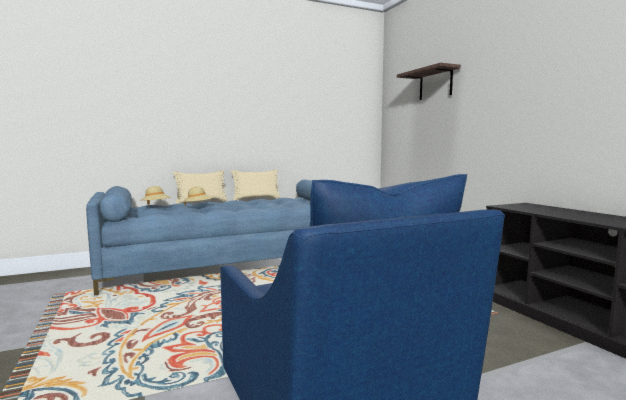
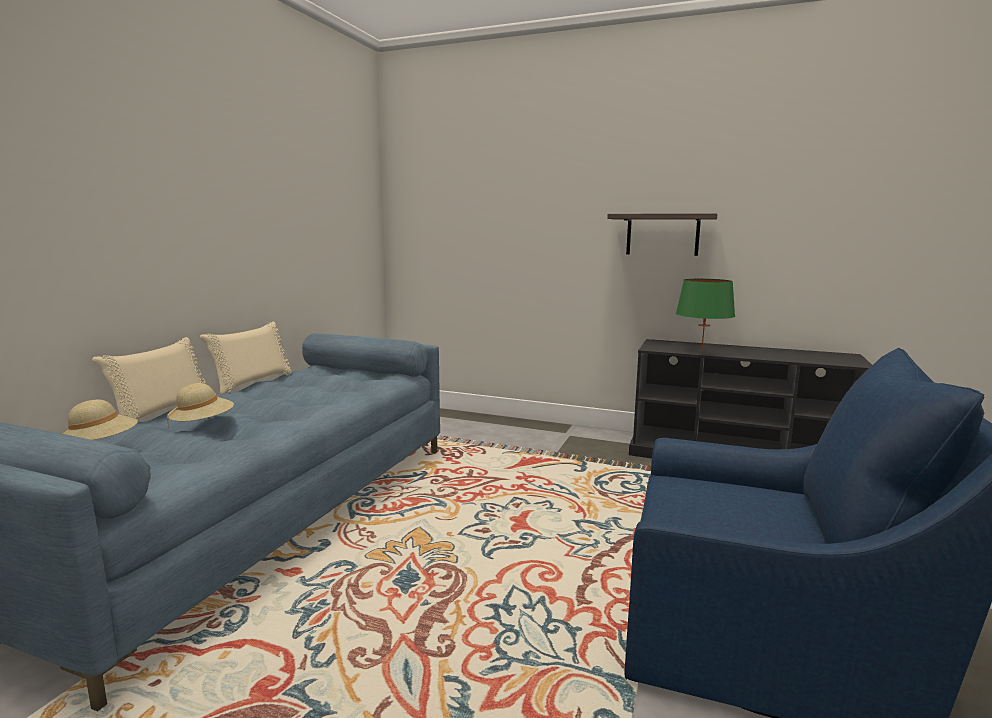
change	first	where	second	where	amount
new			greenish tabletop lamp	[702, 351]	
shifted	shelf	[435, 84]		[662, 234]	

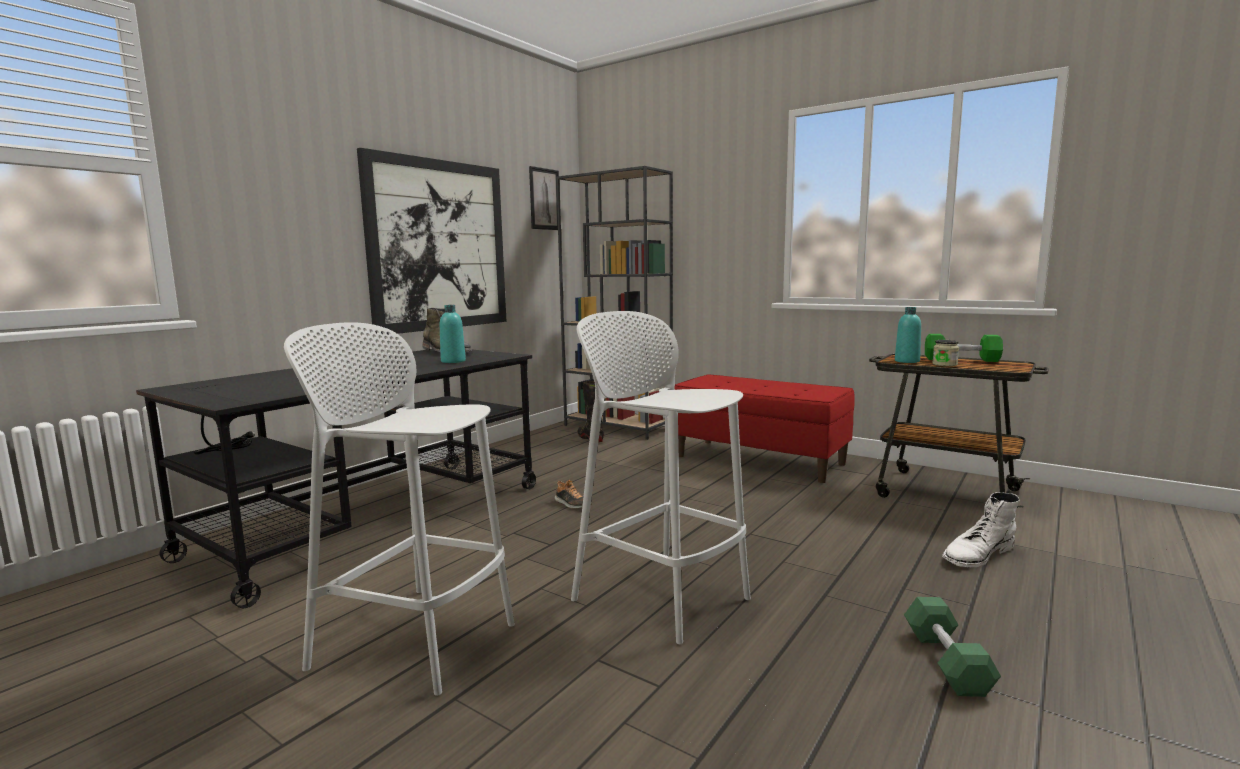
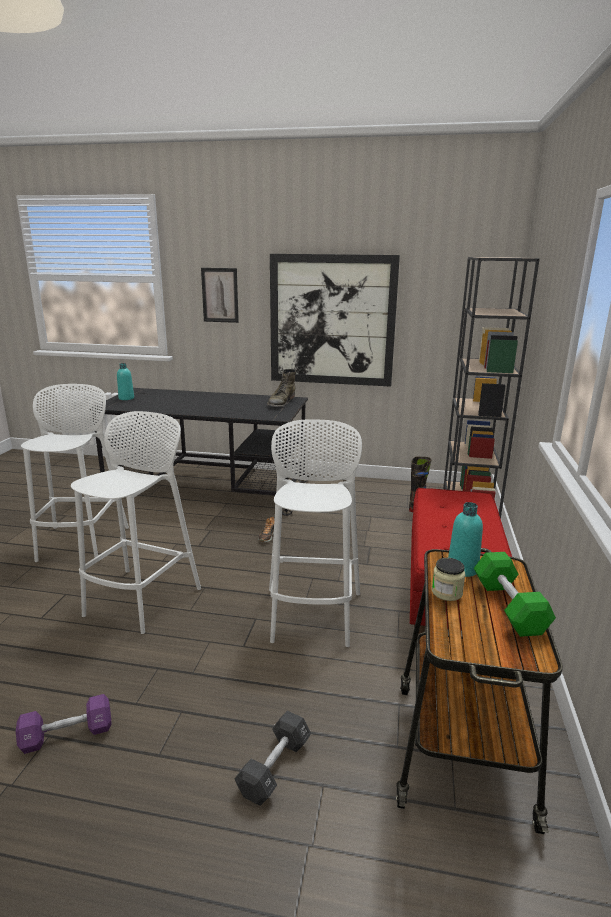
change	first	where	second	where	amount
new			white sitting stool	[312, 614]	
shifted	turquoise drink bottle	[453, 361]		[126, 398]	
shifted	picture	[544, 199]		[220, 295]	
swapped	white high-top boot	[977, 554]	black-coloured dumbbell	[274, 767]	
repainted	greenish dumbbell	[946, 662]	purplish dumbbell	[67, 735]	

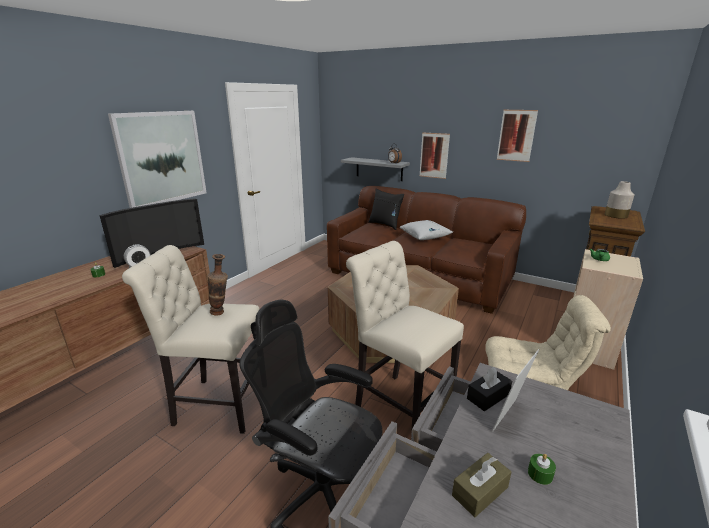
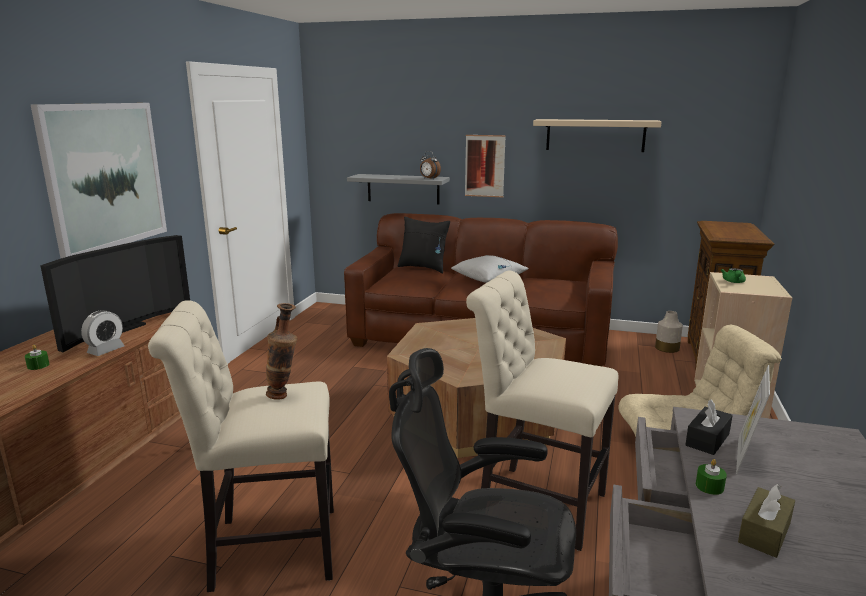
change	first	where	second	where	amount
shifted	greenish candle	[540, 474]		[709, 486]	
shifted	sand-coloured flower vase	[616, 215]		[667, 348]	
swapped	picture	[516, 135]	sand-coloured shelf	[595, 135]	

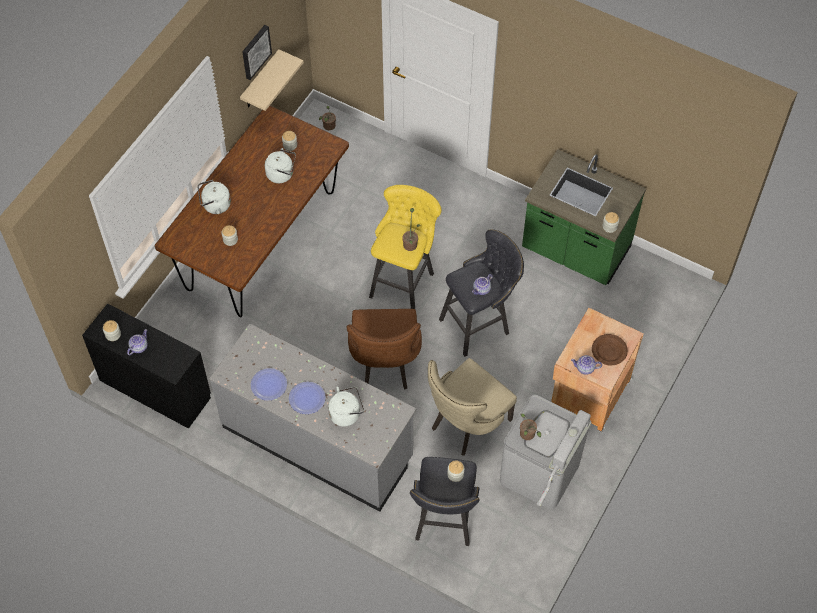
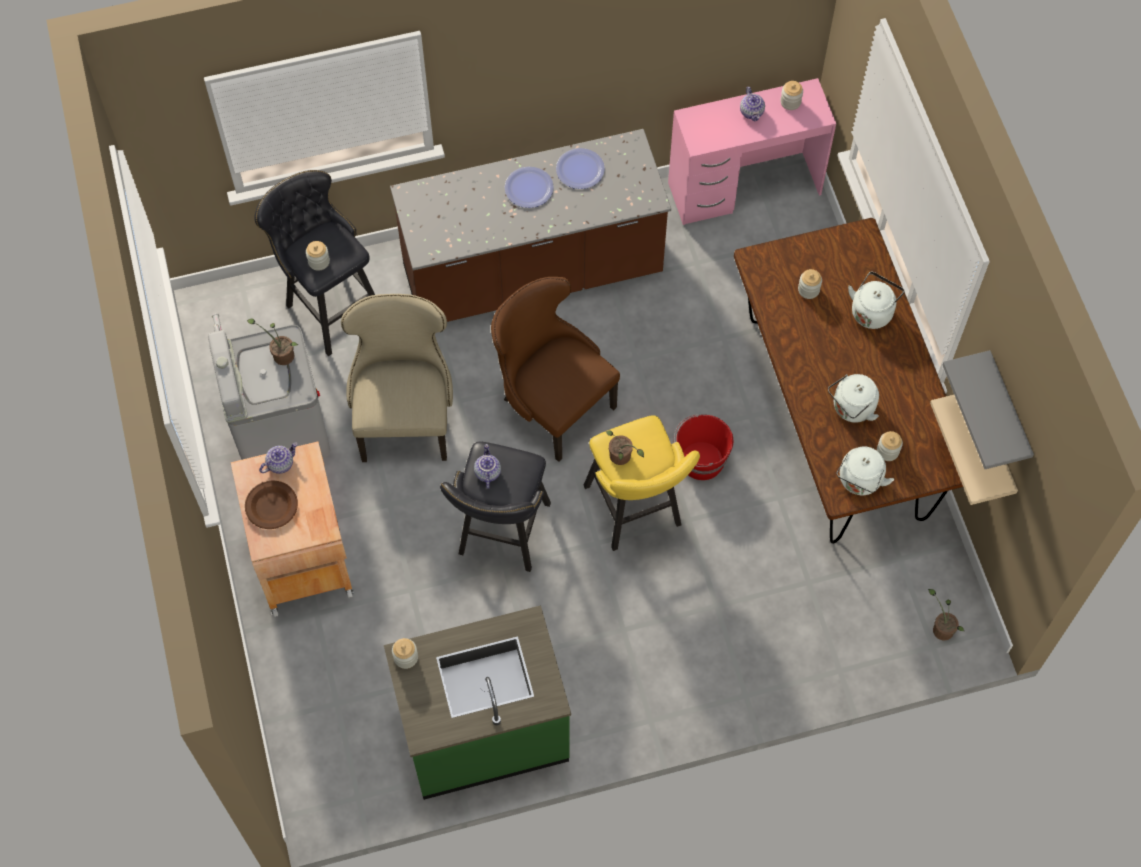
change	first	where	second	where	amount
new			red-coloured bucket	[701, 461]	
shifted	white kettle	[346, 413]		[859, 481]	
swapped	picture	[255, 51]	gray shelf	[1007, 411]	
repainted	black-coloured desk table	[155, 389]	pink-coloured desk table	[744, 188]	
repainted	gray kitchen base unit	[318, 442]	brown-coloured kitchen base unit	[532, 274]	

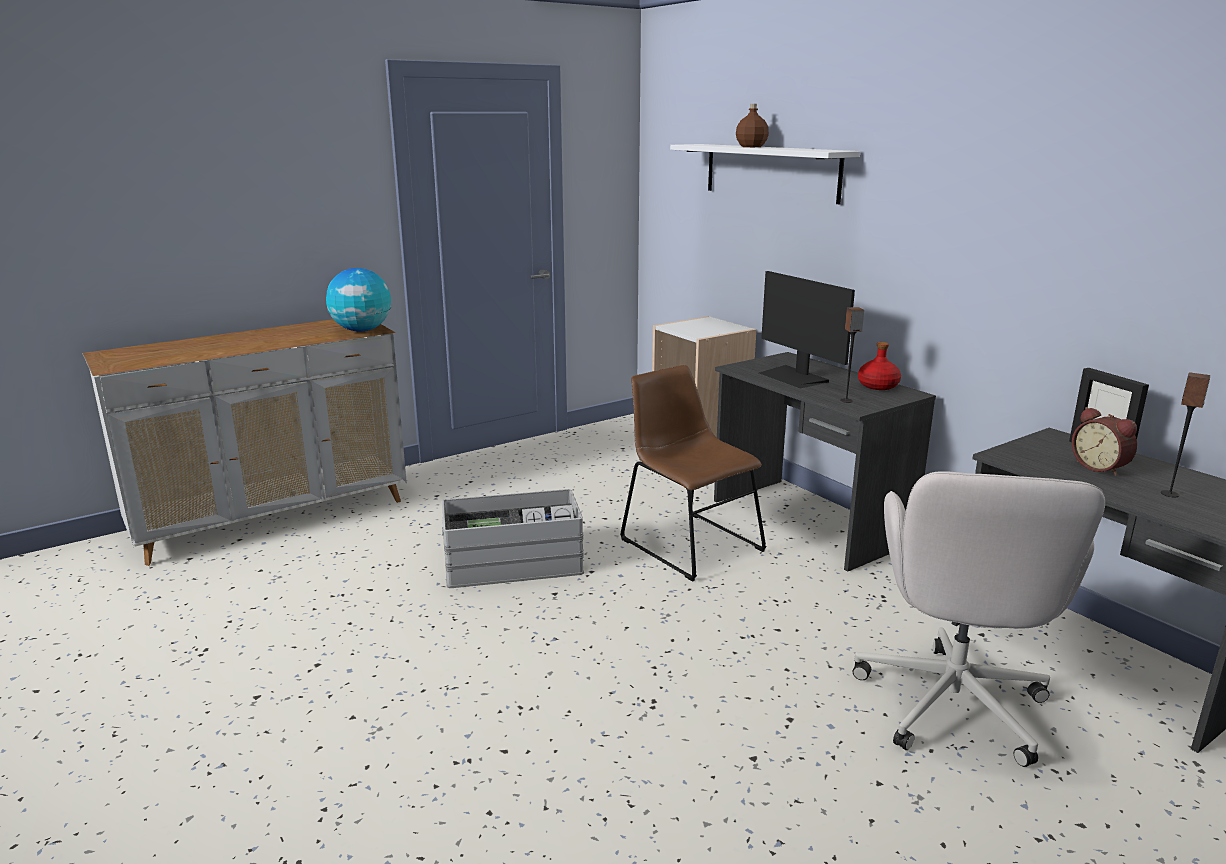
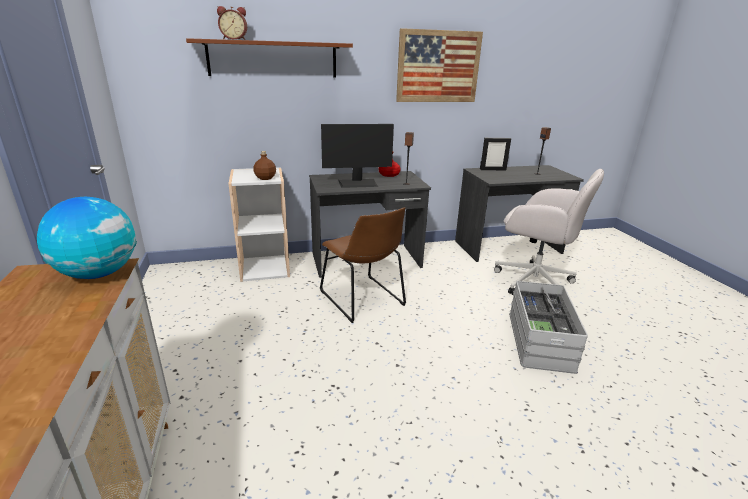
change	first	where	second	where	amount
new			picture	[438, 67]	
shifted	gray storage bin	[513, 562]		[539, 340]	
shifted	brown-coloured drink bottle	[751, 147]		[265, 178]	
shifted	table clock	[1100, 467]		[234, 39]	
repainted	white shelf	[770, 172]	brown-coloured shelf	[273, 59]	
rotated	brown-coloured upright chair	[687, 542]		[363, 300]	105 degrees counterclockwise

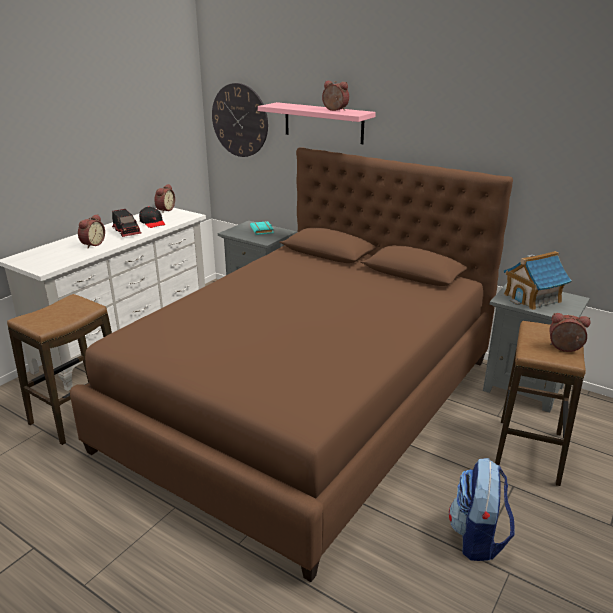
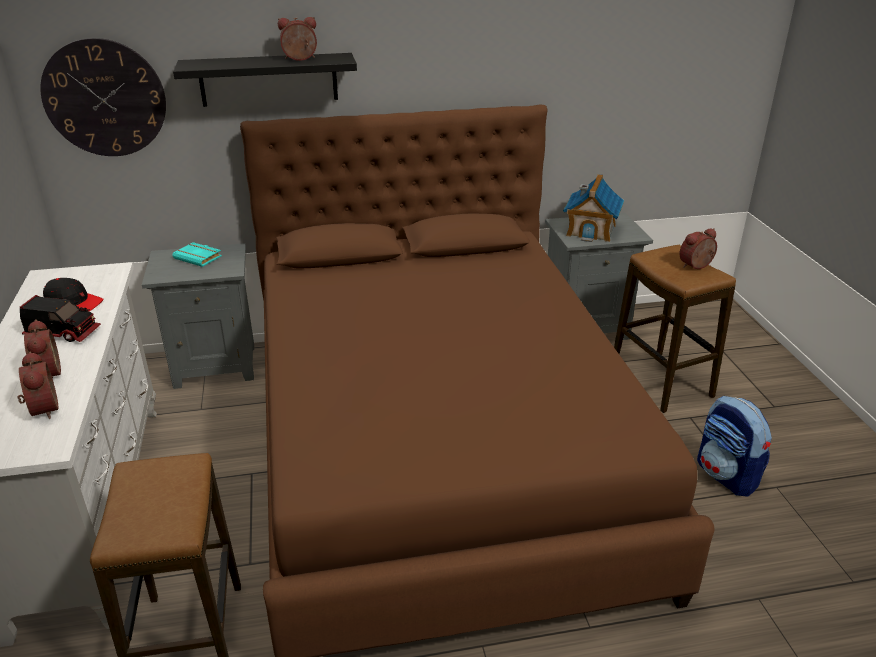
change	first	where	second	where	amount
shifted	table clock	[164, 210]		[41, 409]	
repainted	pink-coloured shelf	[323, 123]	black-coloured shelf	[268, 79]	

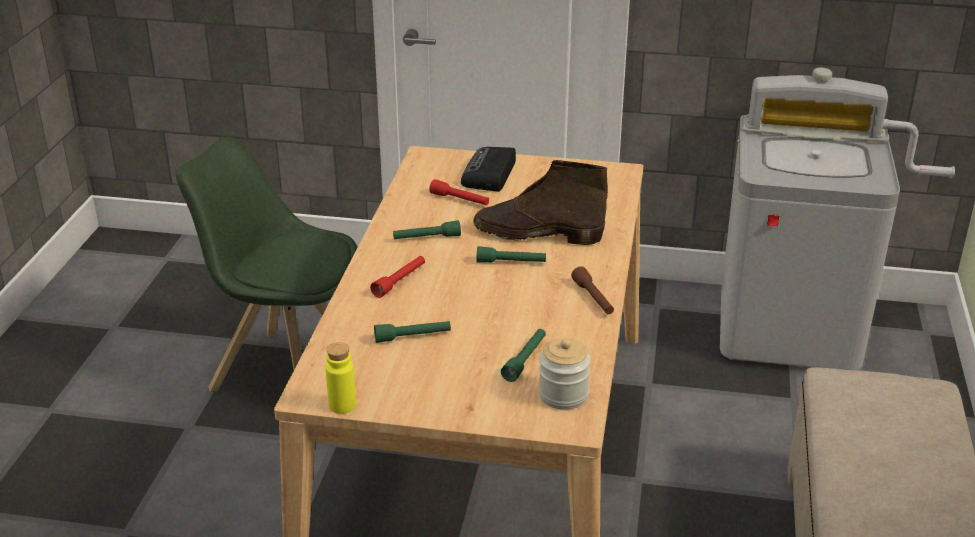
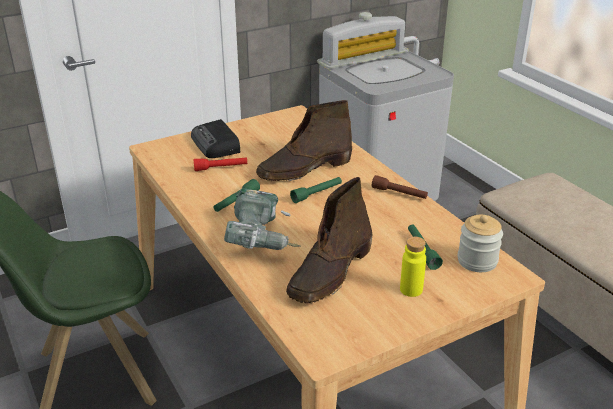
change	first	where	second	where	amount
shifted	yellowish drink bottle	[342, 405]		[411, 289]	
swapped	red-coloured torch	[400, 281]	drill	[262, 239]	
swapped	greenish torch	[412, 337]	brown-coloured high-top boot	[330, 272]	

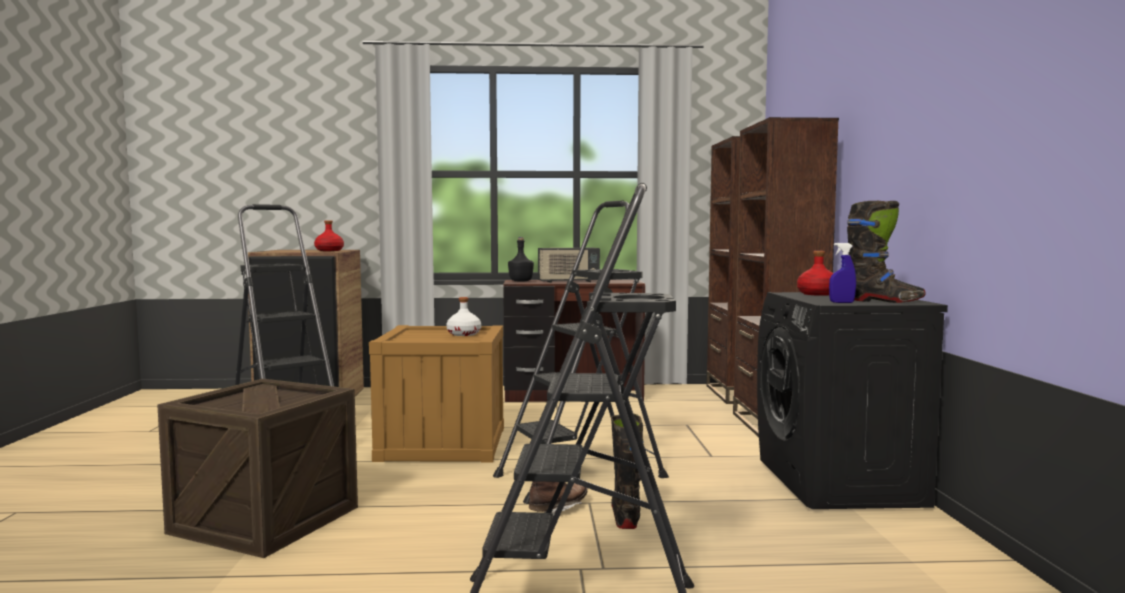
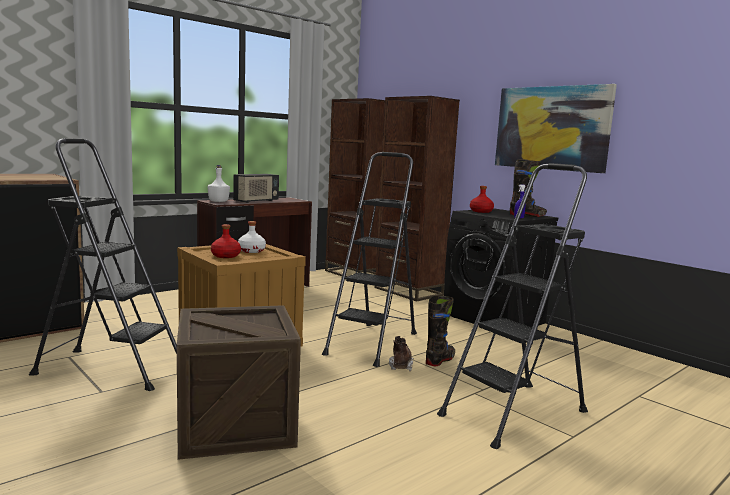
change	first	where	second	where	amount
new			picture	[551, 128]	
shifted	red-coloured drink bottle	[329, 250]		[225, 256]	
repainted	black-coloured drink bottle	[521, 281]	white drink bottle	[219, 201]	
rotated	black-coloured high-top boot	[625, 516]		[440, 360]	75 degrees clockwise

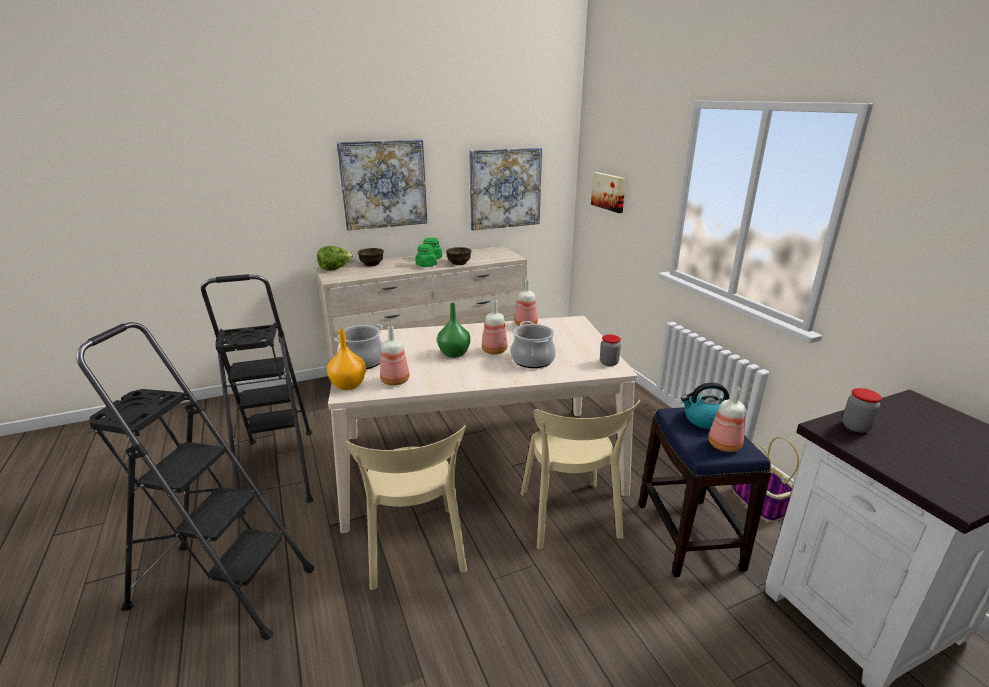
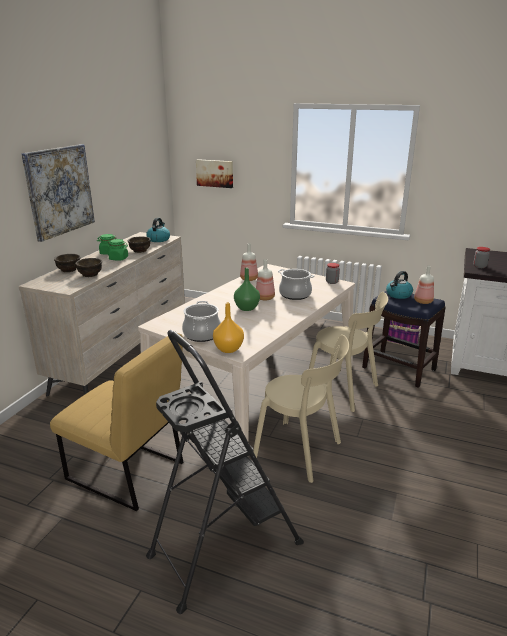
change	first	where	second	where	amount
gone	lettuce	[335, 269]			
gone	drink bottle	[396, 381]			
gone	picture	[505, 188]			
new			brown-coloured deep dish	[90, 274]	
new			kettle	[158, 239]	
swapped	stepladder	[278, 470]	yellowish upright chair	[127, 472]	

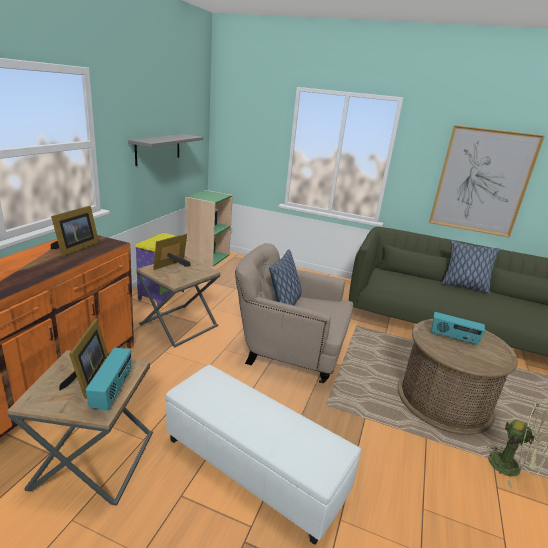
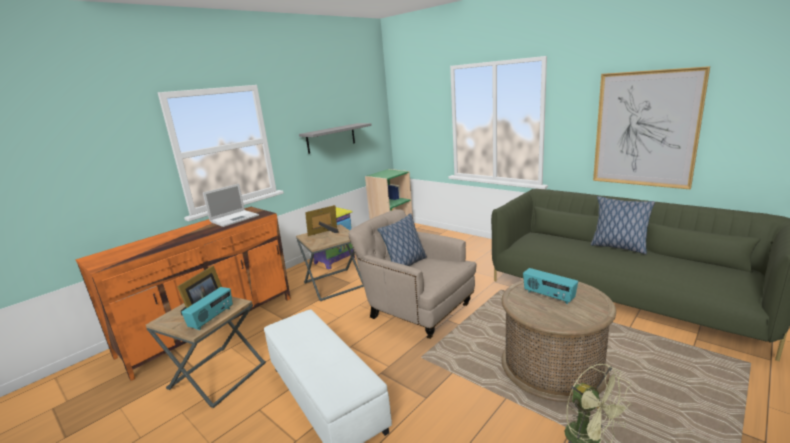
change	first	where	second	where	amount
swapped	photo frame	[75, 248]	portable computer	[235, 218]	

